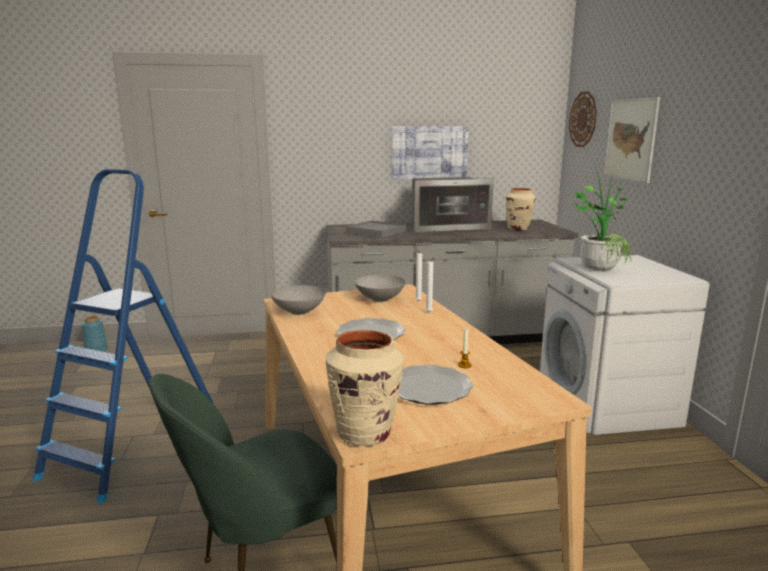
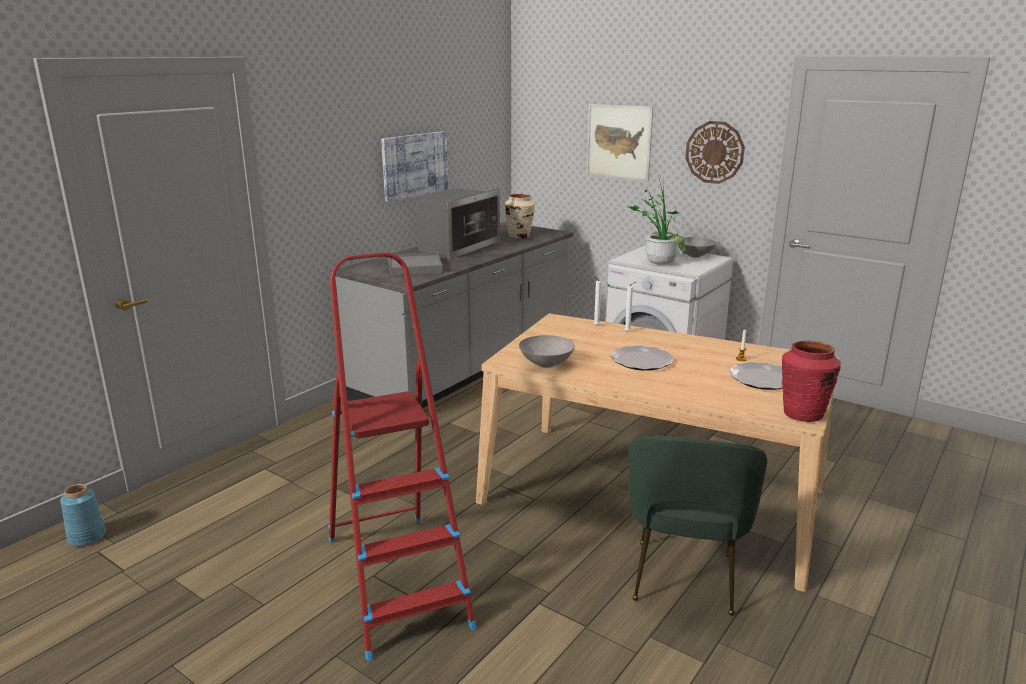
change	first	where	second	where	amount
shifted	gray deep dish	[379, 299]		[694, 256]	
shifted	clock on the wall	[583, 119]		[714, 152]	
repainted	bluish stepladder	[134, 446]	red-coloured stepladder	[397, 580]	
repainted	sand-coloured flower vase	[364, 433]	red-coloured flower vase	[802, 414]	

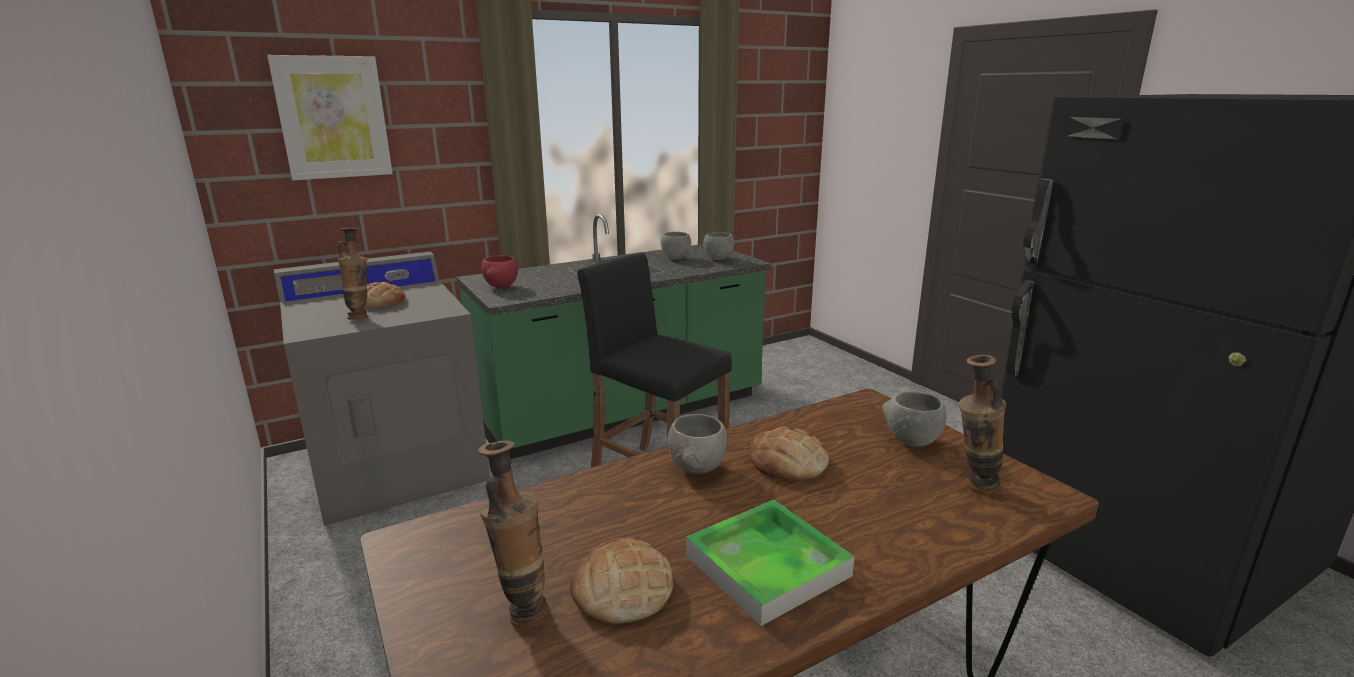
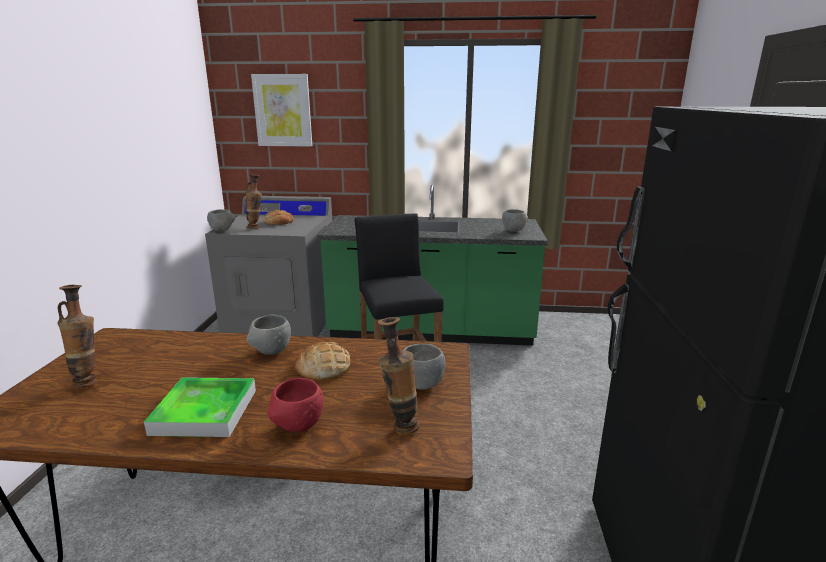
change	first	where	second	where	amount
gone	bakery bread	[622, 589]			
shifted	red-coloured deep dish	[501, 287]		[298, 427]	
shifted	gray deep dish	[676, 258]		[222, 231]	

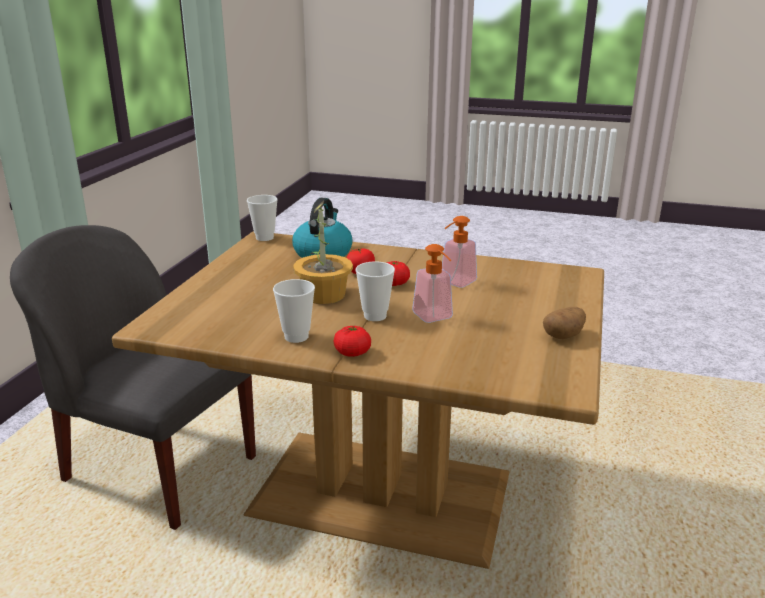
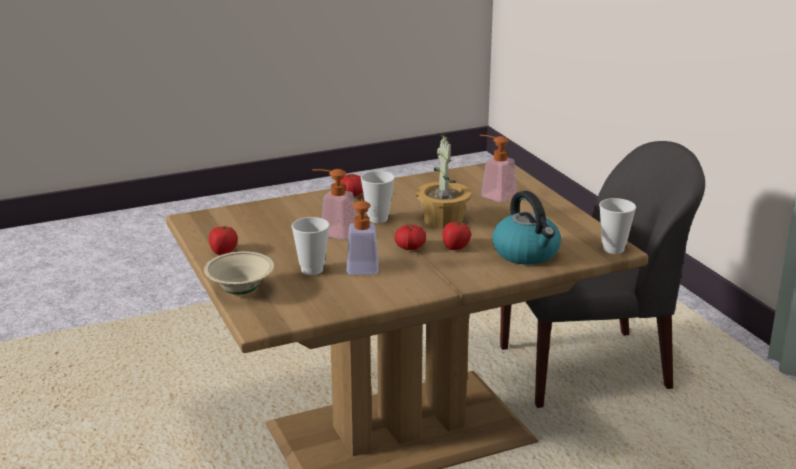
change	first	where	second	where	amount
new			sand-coloured deep dish	[240, 291]	
new			liquid soap bottle	[493, 195]	
shifted	cup	[296, 337]		[312, 270]	
swapped	whole potato	[563, 335]	whole tomato	[223, 251]	

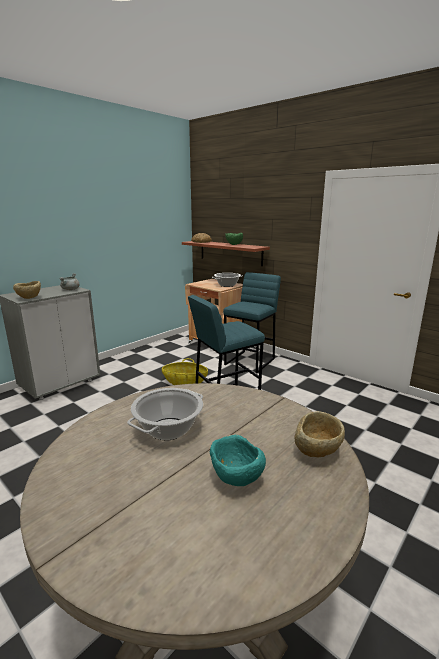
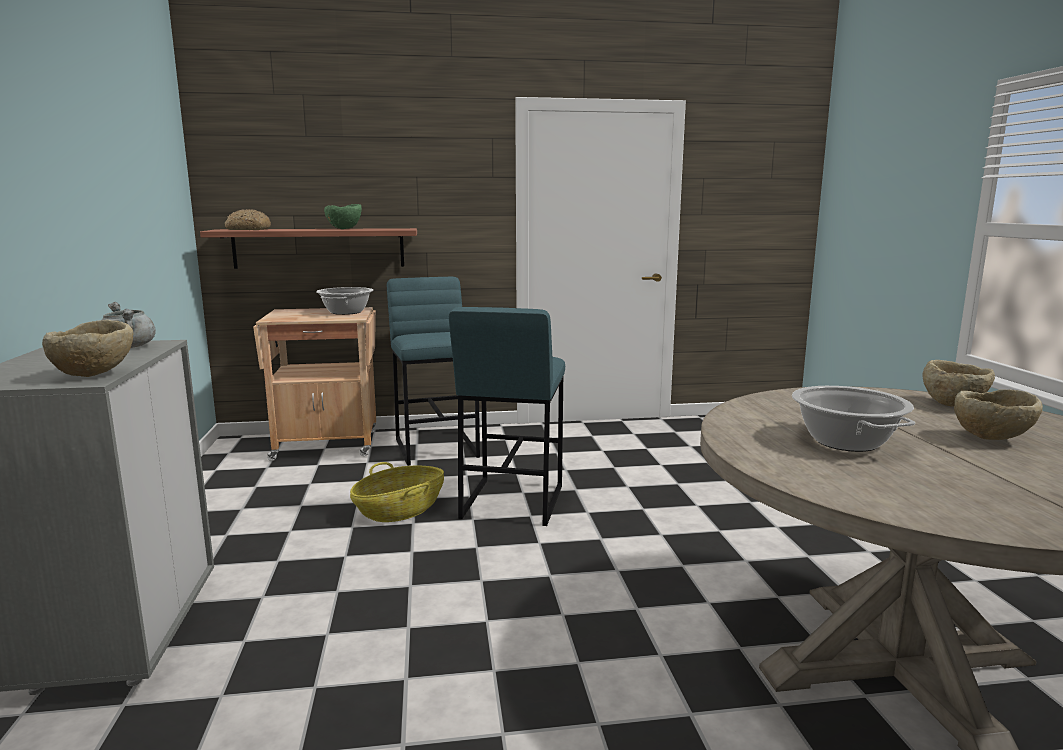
change	first	where	second	where	amount
repainted	turquoise deep dish	[236, 479]	sand-coloured deep dish	[991, 439]	

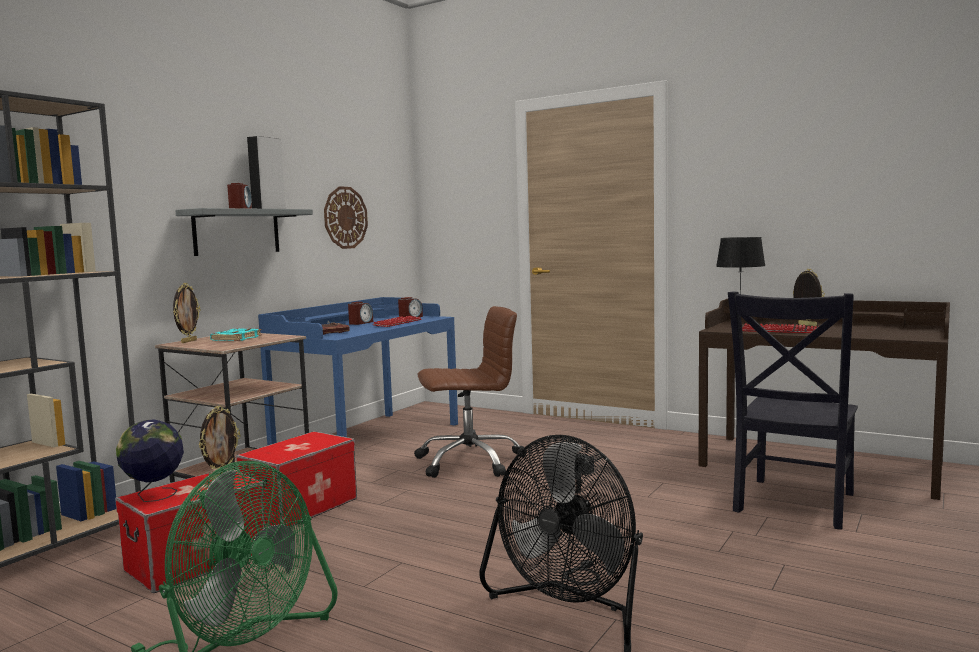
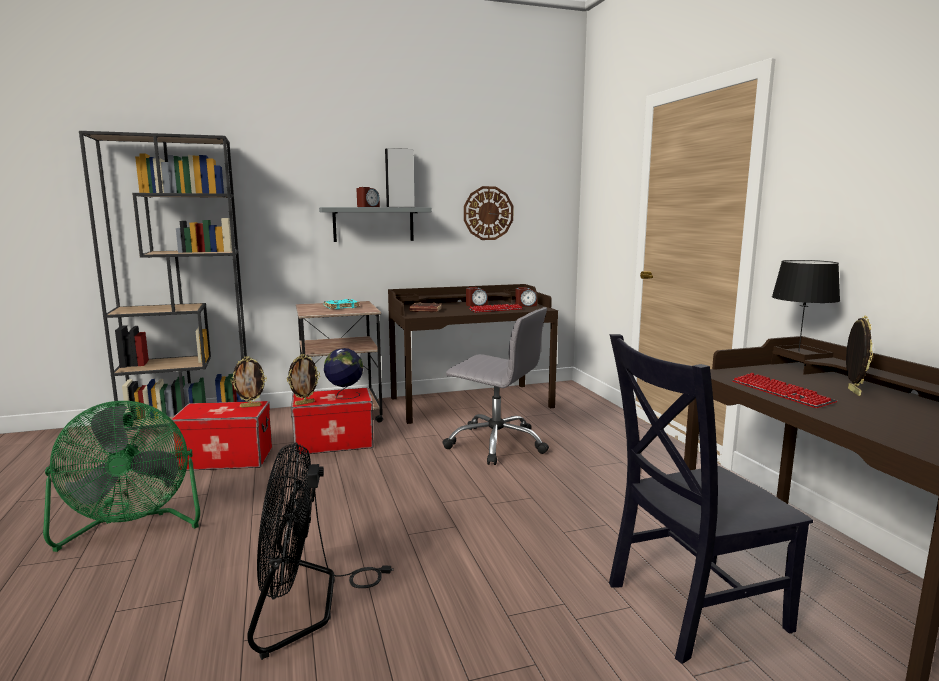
change	first	where	second	where	amount
shifted	desk globe	[154, 496]		[344, 396]	
shifted	photo frame	[188, 341]		[304, 403]	
repainted	bluish desk table	[368, 439]	brown-coloured desk table	[470, 402]	
repainted	brown-coloured desk chair	[470, 461]	gray desk chair	[497, 444]	

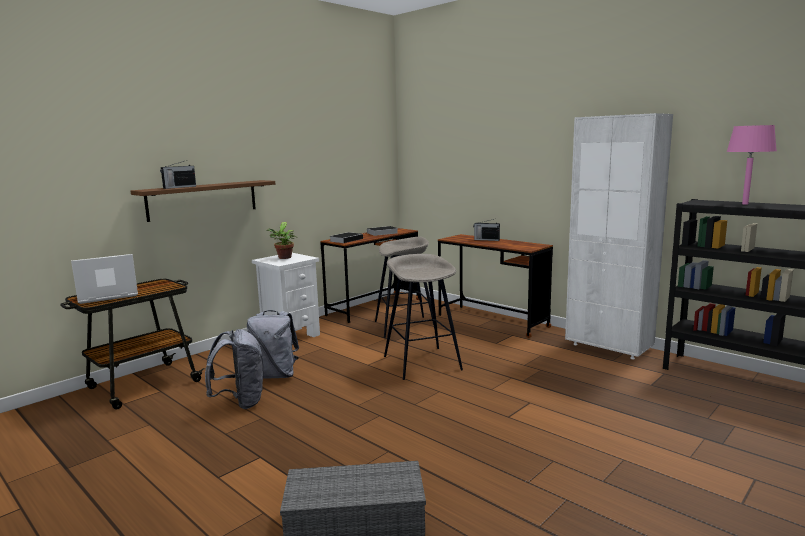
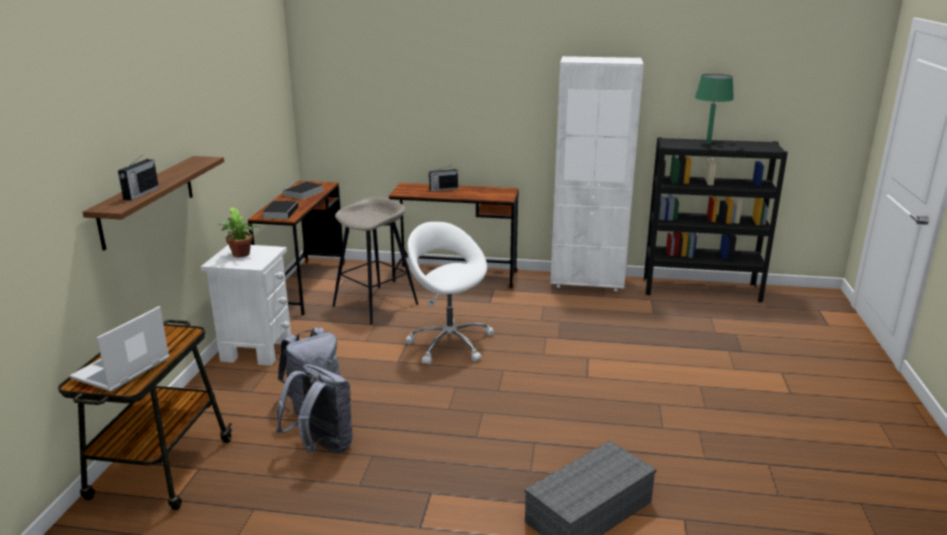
change	first	where	second	where	amount
swapped	gray sitting stool	[422, 362]	white desk chair	[449, 344]	
repainted	pink-coloured tabletop lamp	[745, 204]	greenish tabletop lamp	[708, 143]	

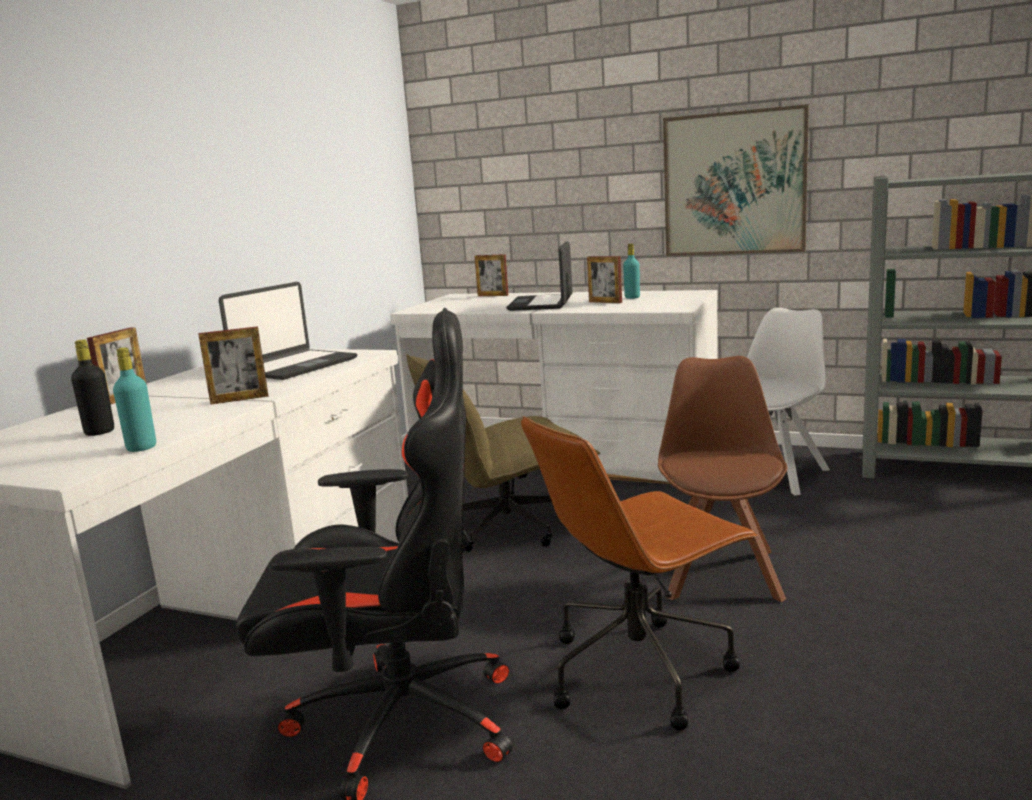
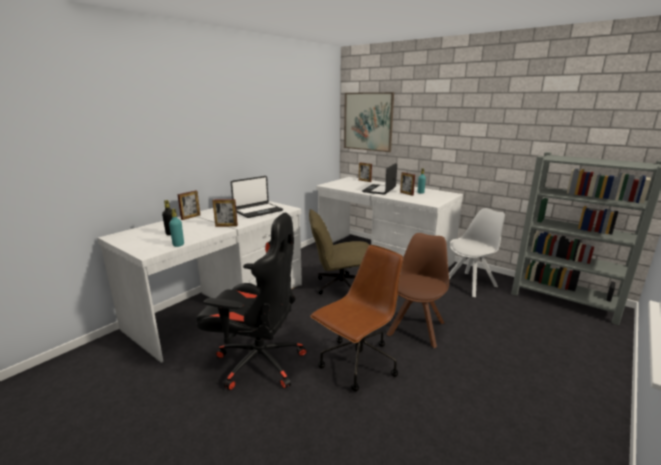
change	first	where	second	where	amount
shifted	picture	[734, 184]		[368, 121]	
rotated	brown-coloured desk chair	[640, 669]		[357, 364]	150 degrees clockwise

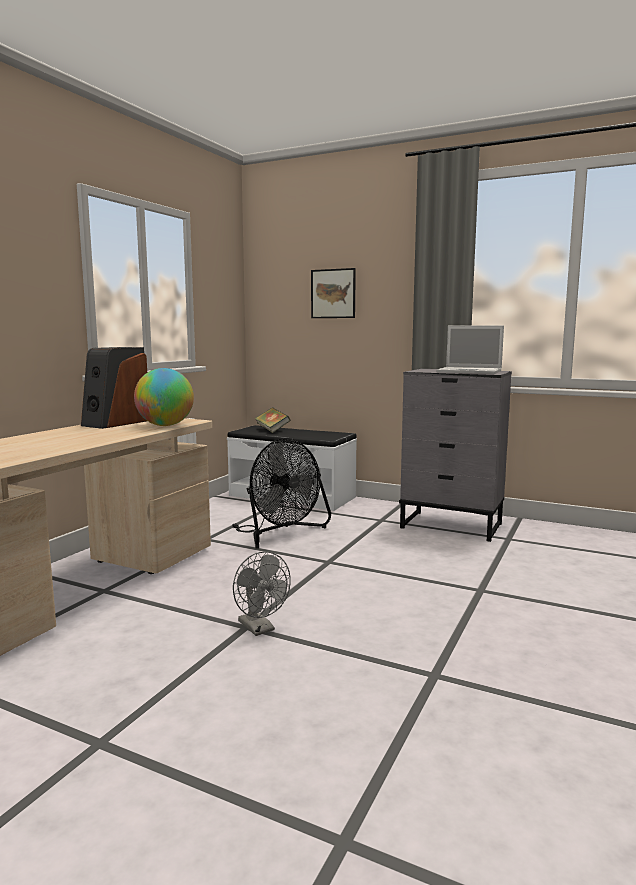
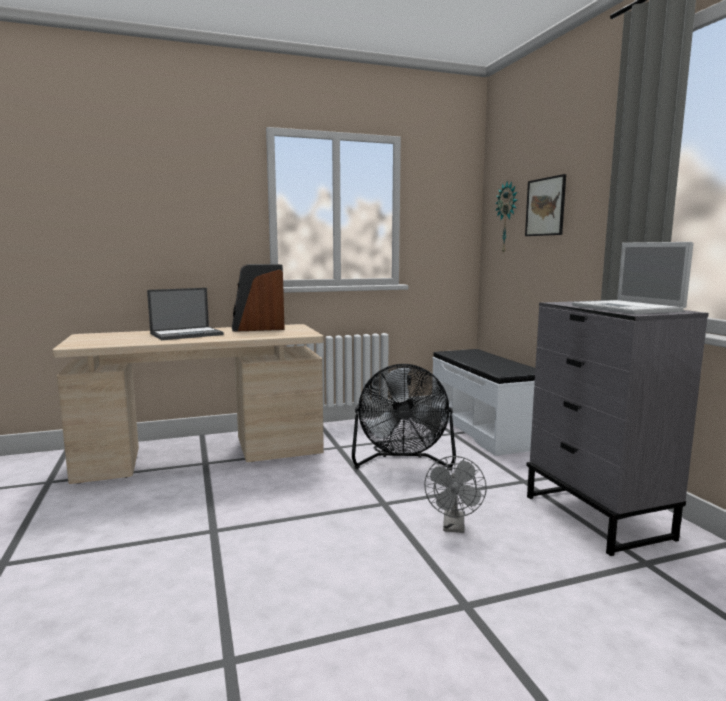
change	first	where	second	where	amount
gone	desk globe	[165, 425]			
gone	volume	[272, 430]			
new			portable computer	[187, 334]	
new			clock on the wall	[508, 218]	
shifted	gray electric fan	[260, 628]		[454, 527]	

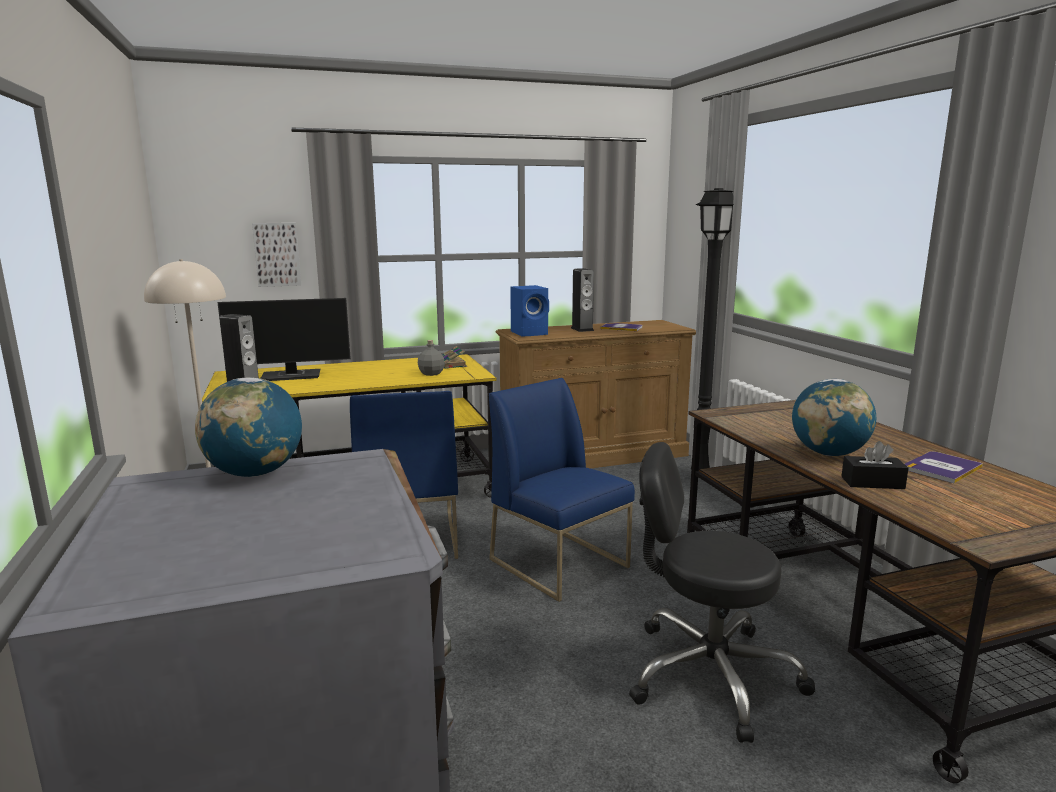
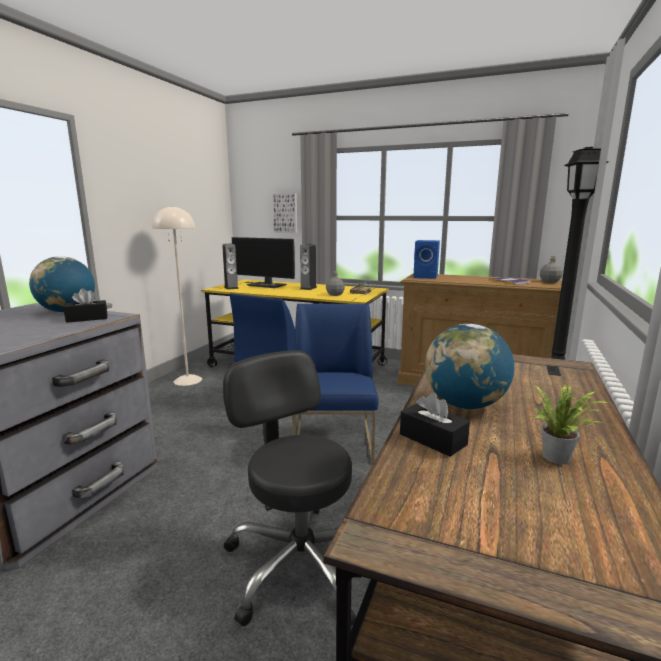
change	first	where	second	where	amount
new			black-coloured tissue holder	[87, 318]	
new			gray drink bottle	[550, 282]	
shifted	audio speaker	[582, 329]		[308, 288]	
swapped	volume	[941, 468]	houseplant	[559, 457]	

